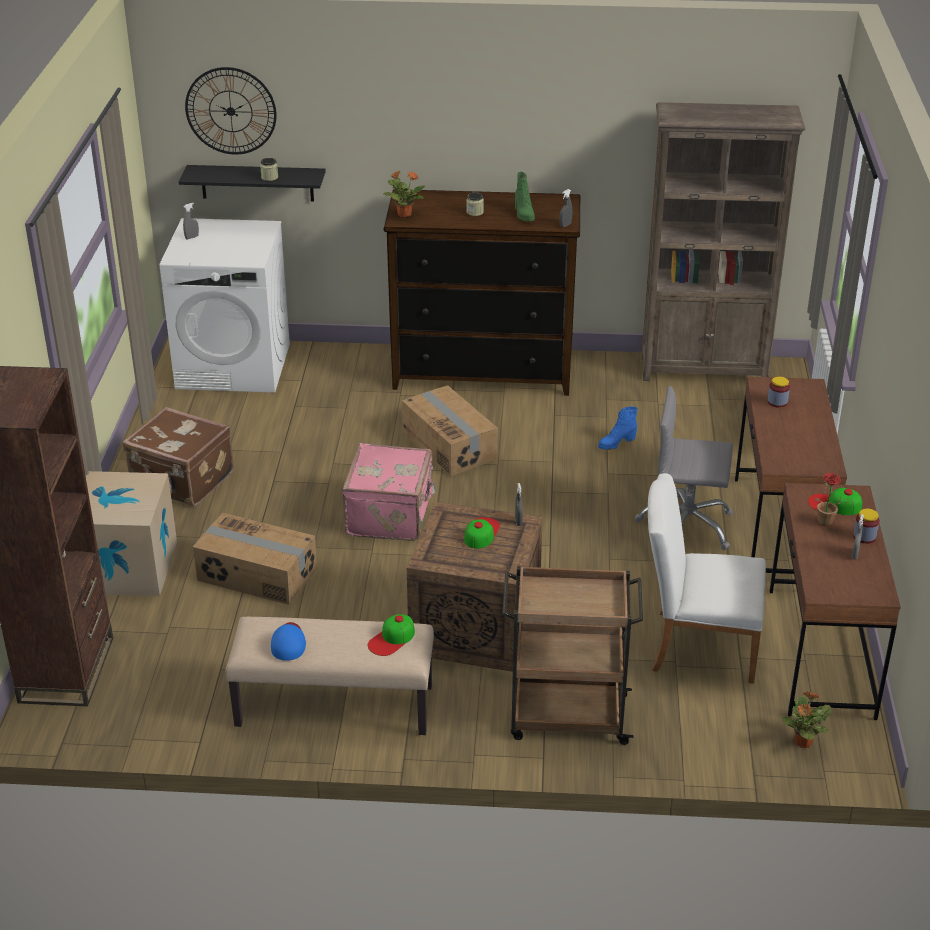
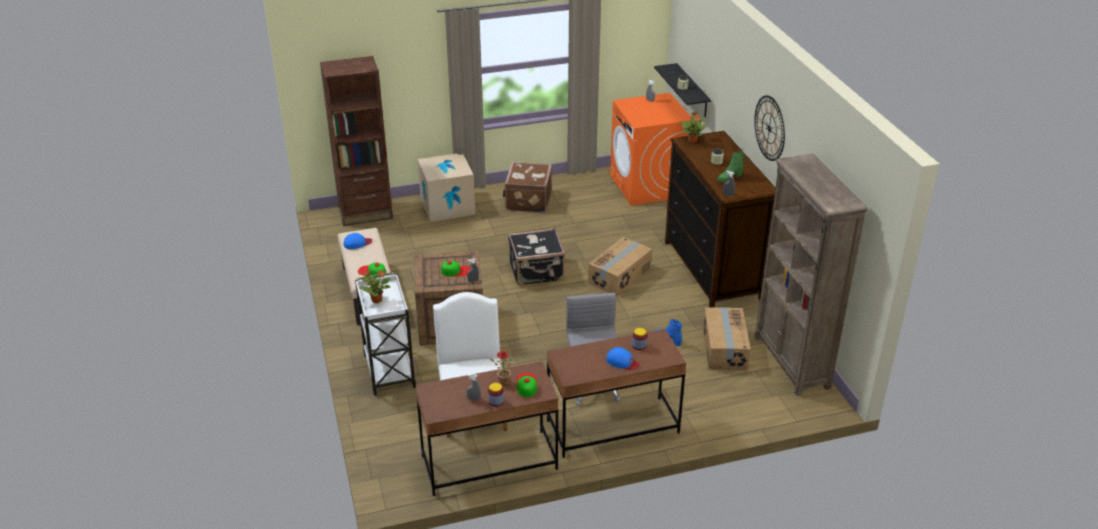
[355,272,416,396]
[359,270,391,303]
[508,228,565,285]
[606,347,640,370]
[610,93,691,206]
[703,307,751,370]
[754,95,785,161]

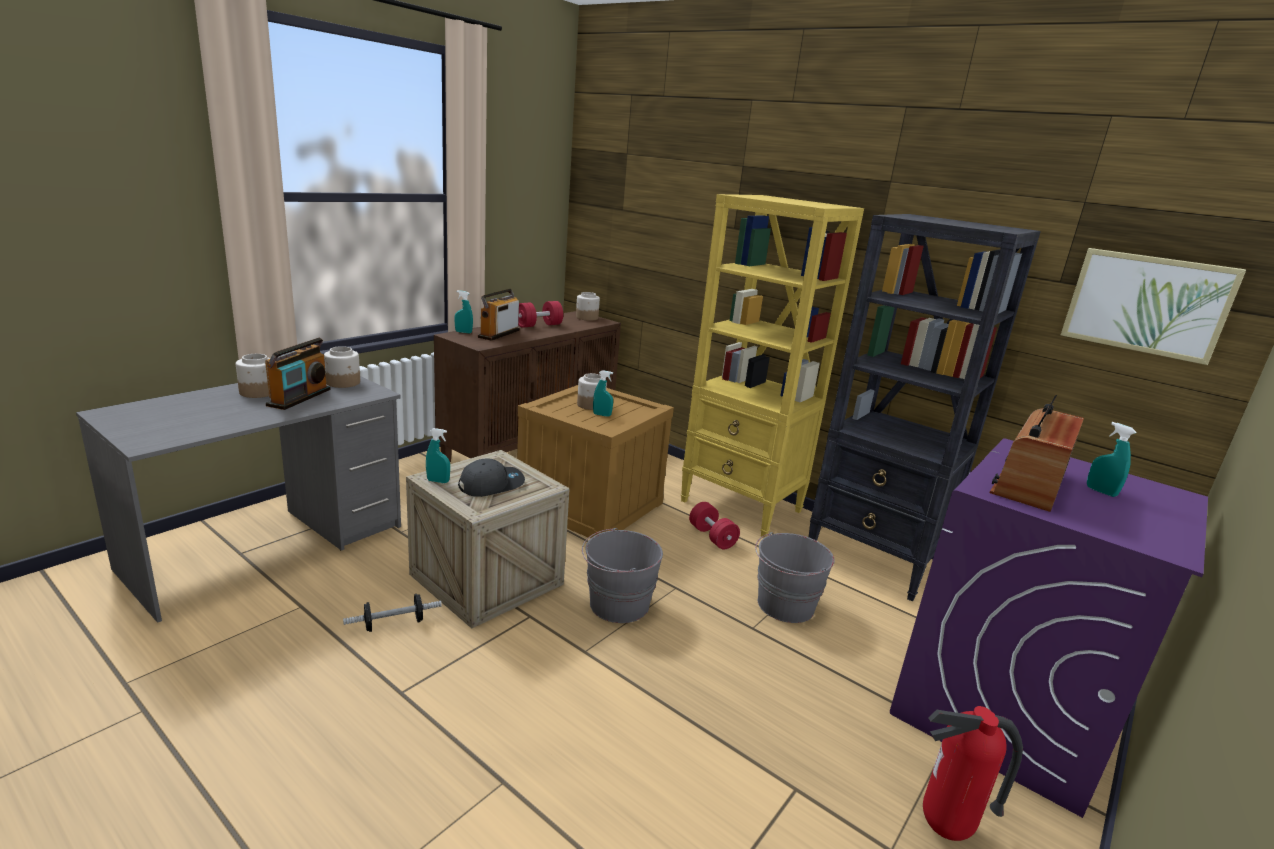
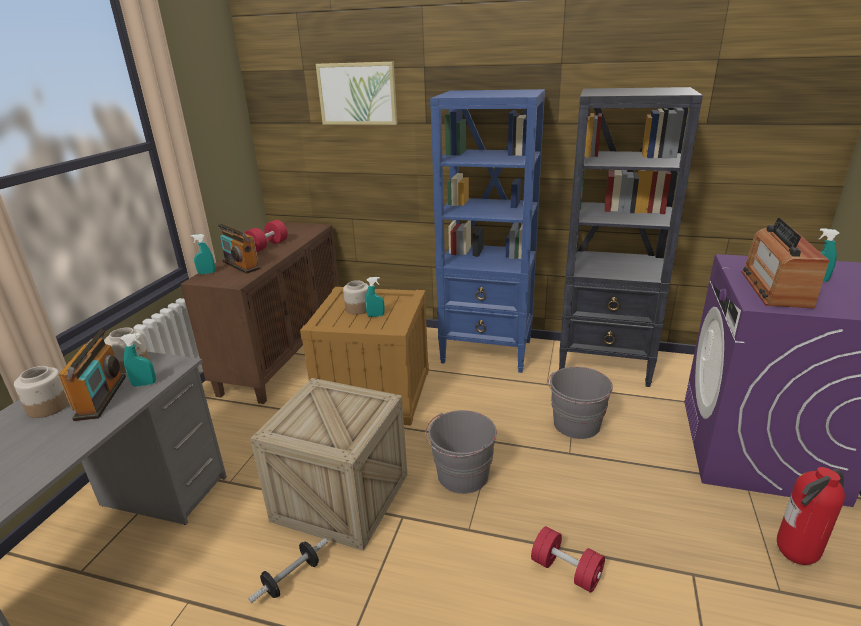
[121,333,156,387]
[218,223,260,274]
[316,62,397,125]
[430,89,545,373]
[531,526,605,593]
[458,459,525,497] (first image)
[576,292,600,321] (first image)

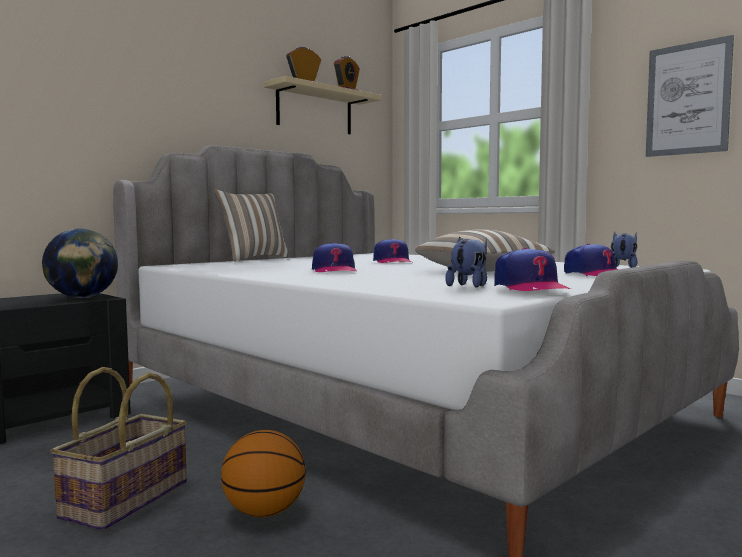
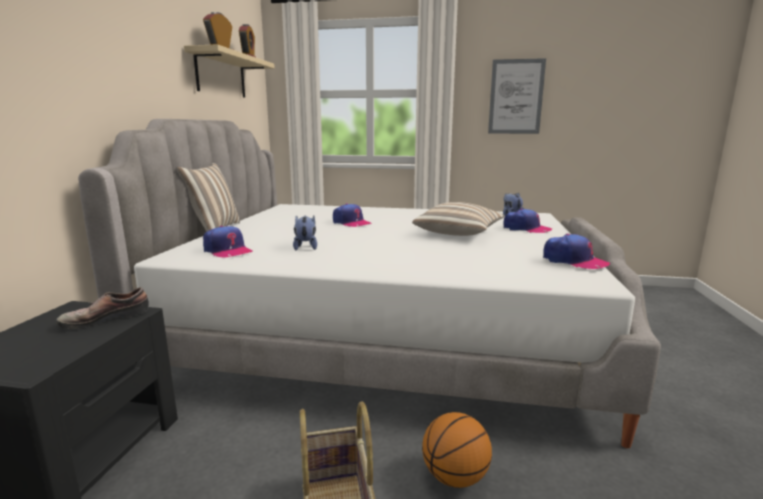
[56,287,149,329]
[203,226,252,258]
[293,216,317,250]

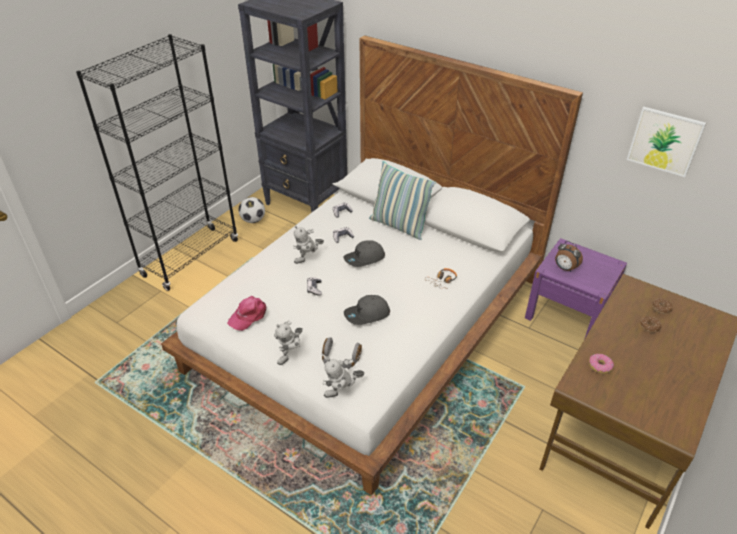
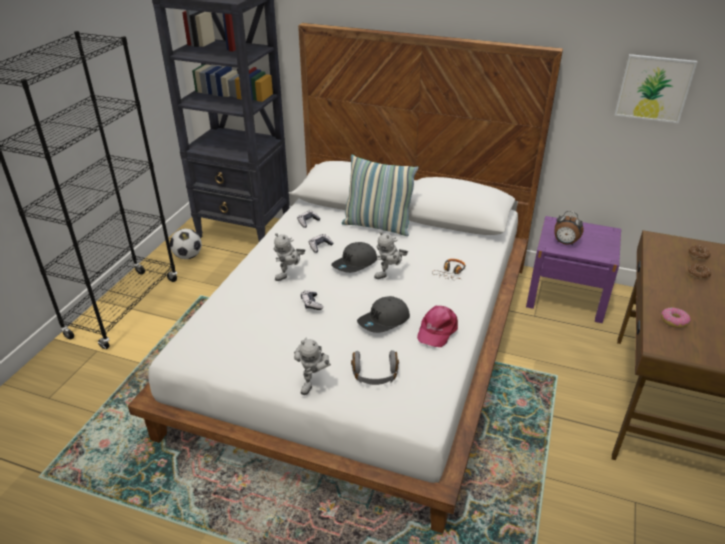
[374,232,408,279]
[417,306,458,347]

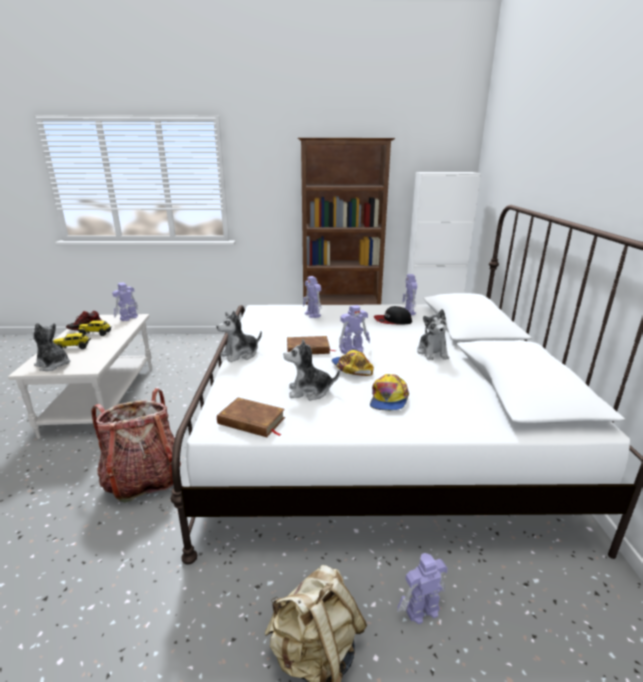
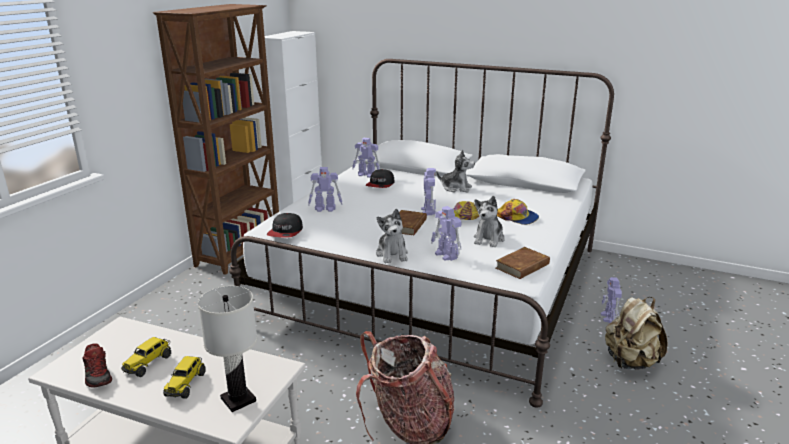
[198,286,257,412]
[267,213,303,238]
[431,206,461,261]

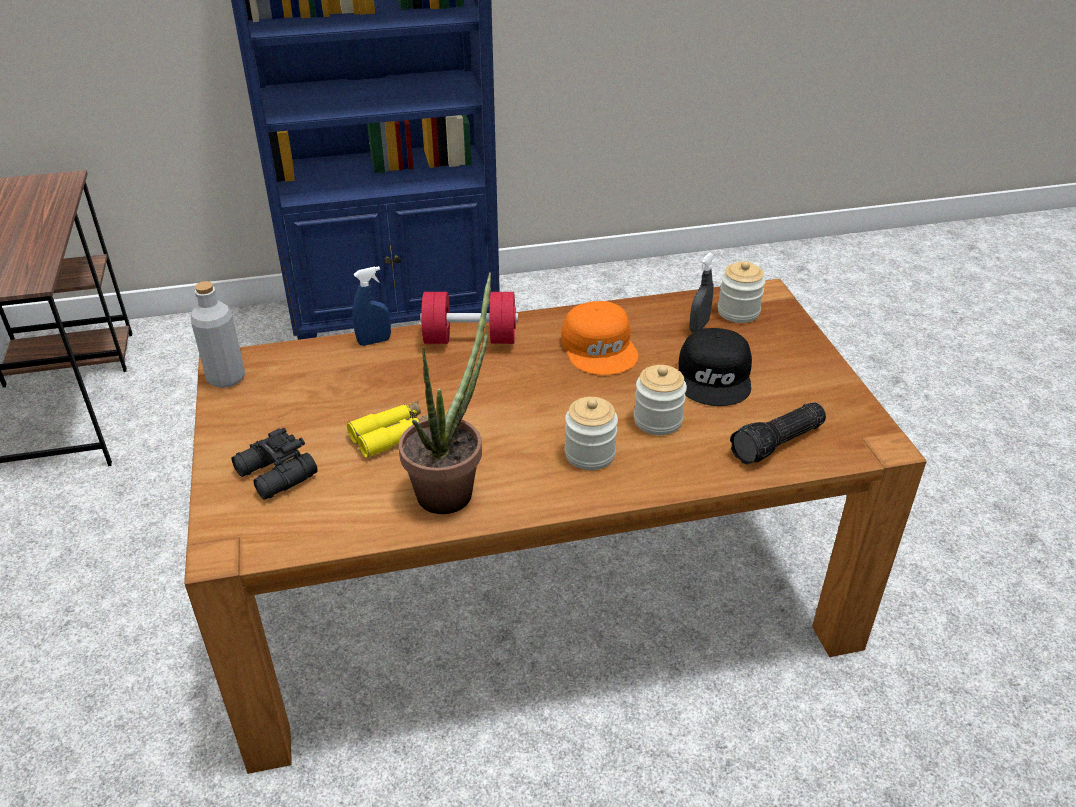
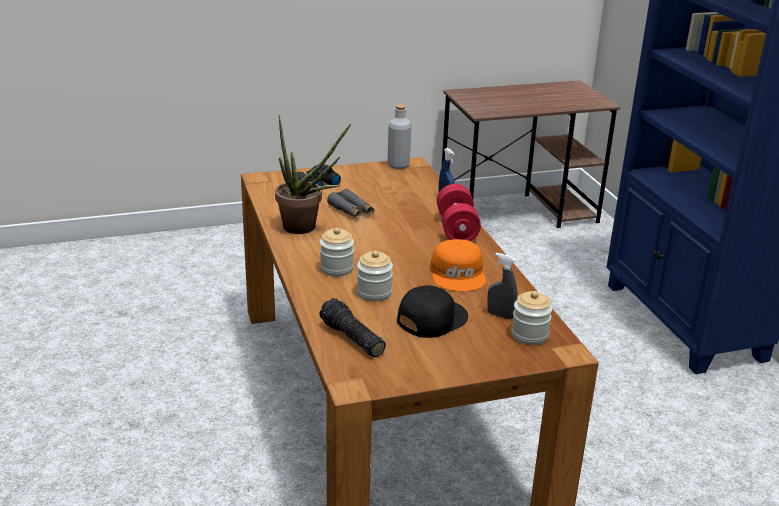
[327,189,375,218]
[397,285,468,338]
[431,239,486,292]

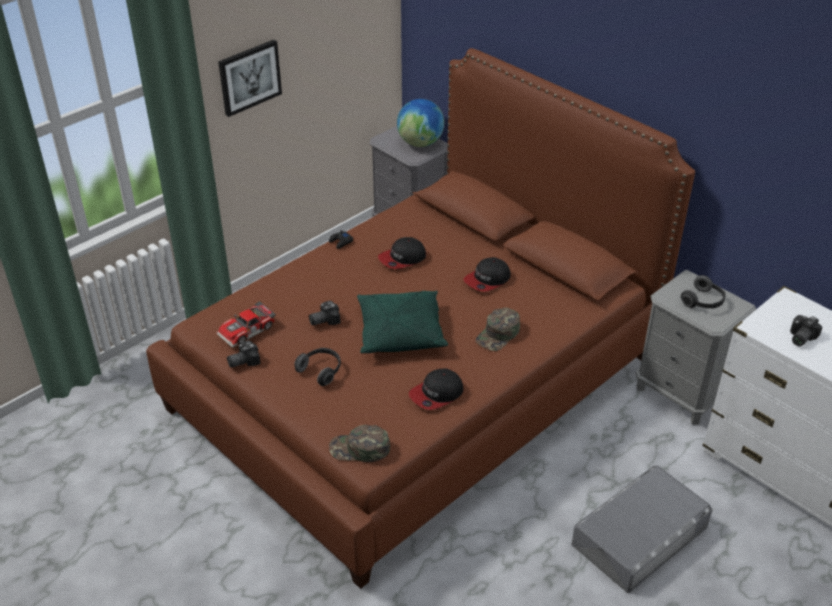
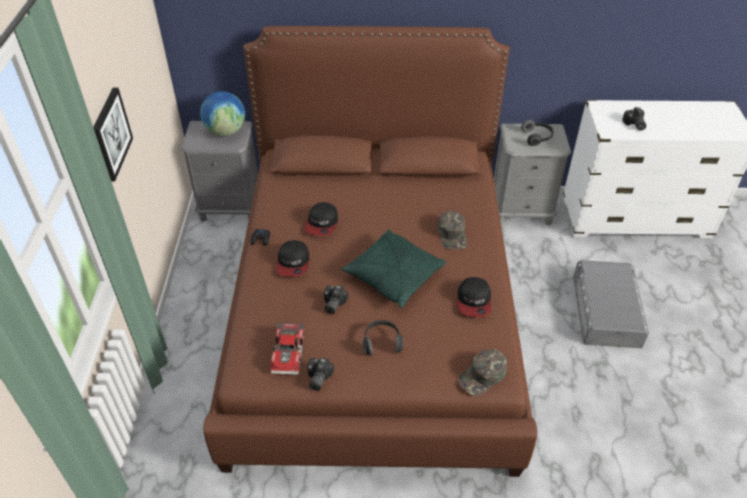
[276,240,309,277]

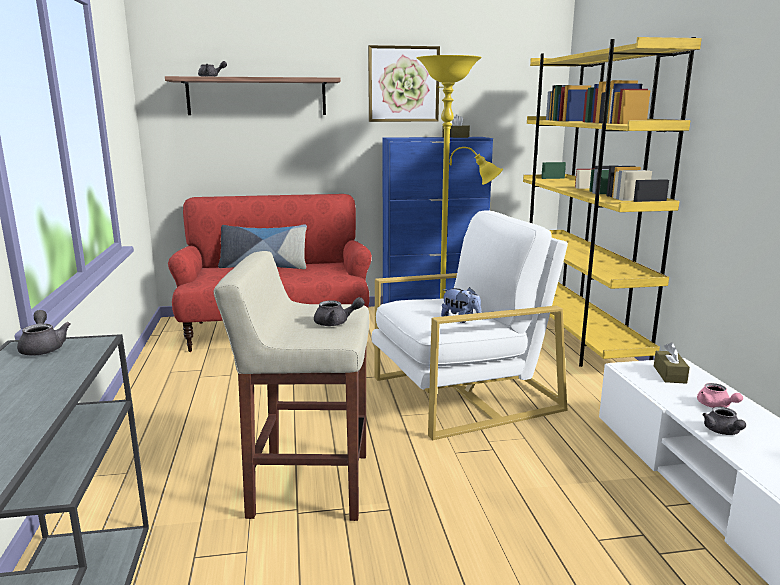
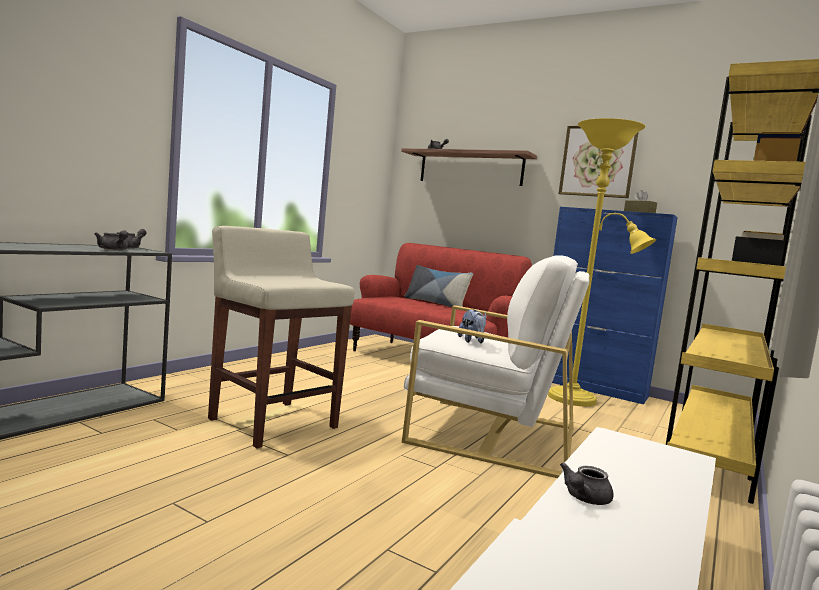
[95,230,128,251]
[654,342,690,384] (first image)
[697,383,743,408] (first image)

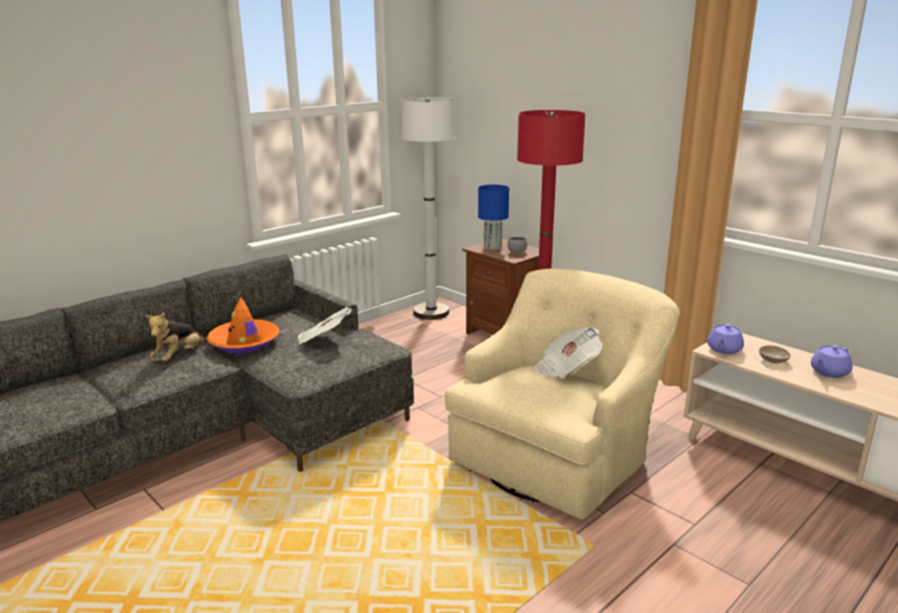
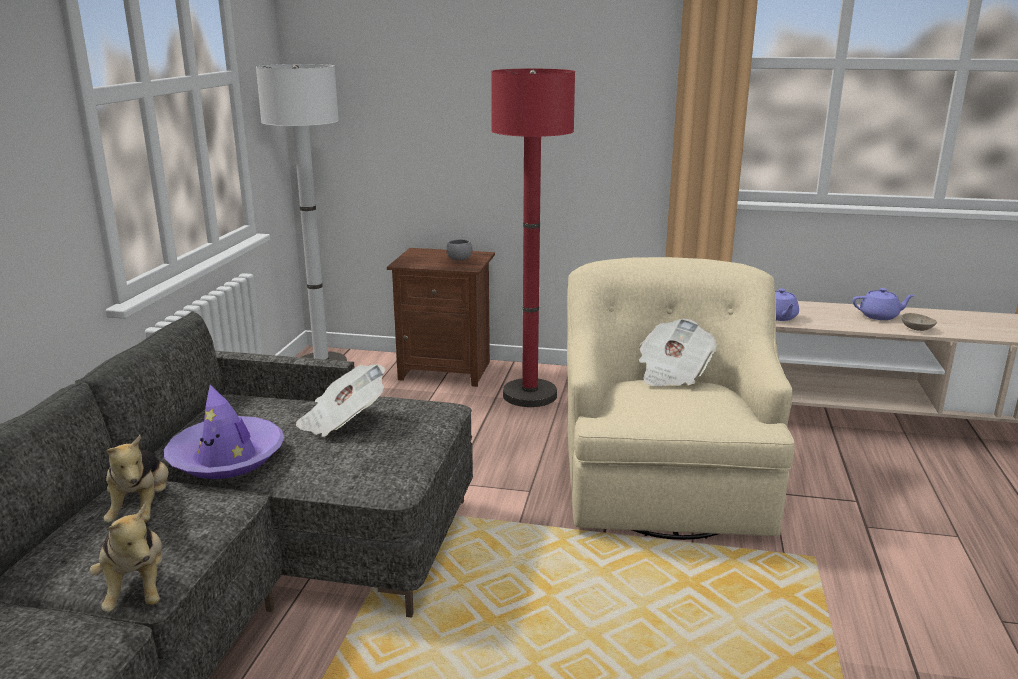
[89,503,162,612]
[164,385,285,479]
[852,288,915,320]
[901,313,937,331]
[478,185,509,250] (first image)

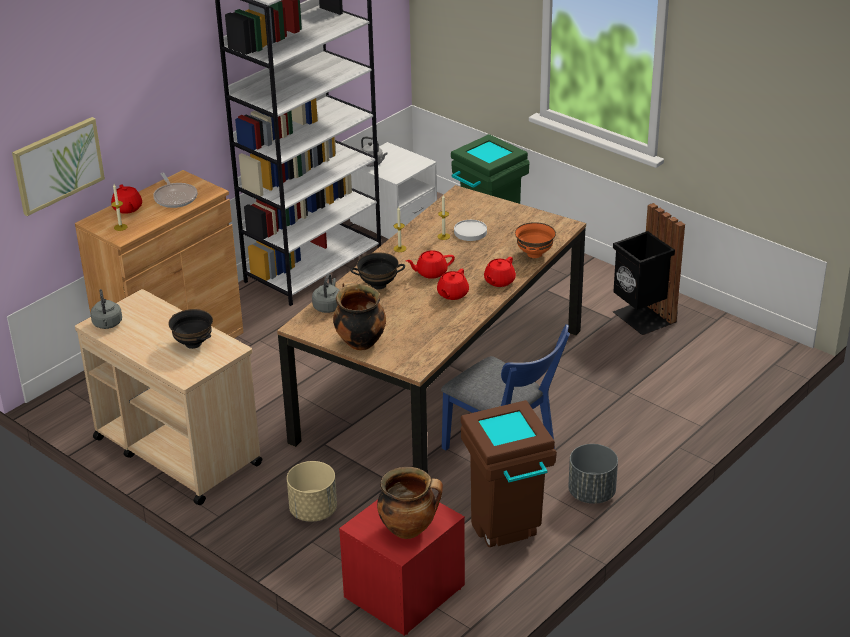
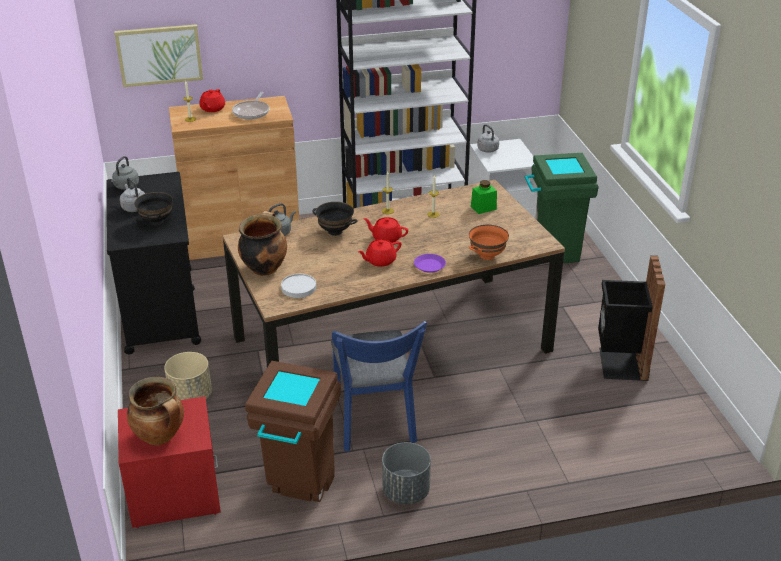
[106,172,201,354]
[120,178,145,212]
[281,274,316,298]
[414,254,446,273]
[471,180,497,214]

